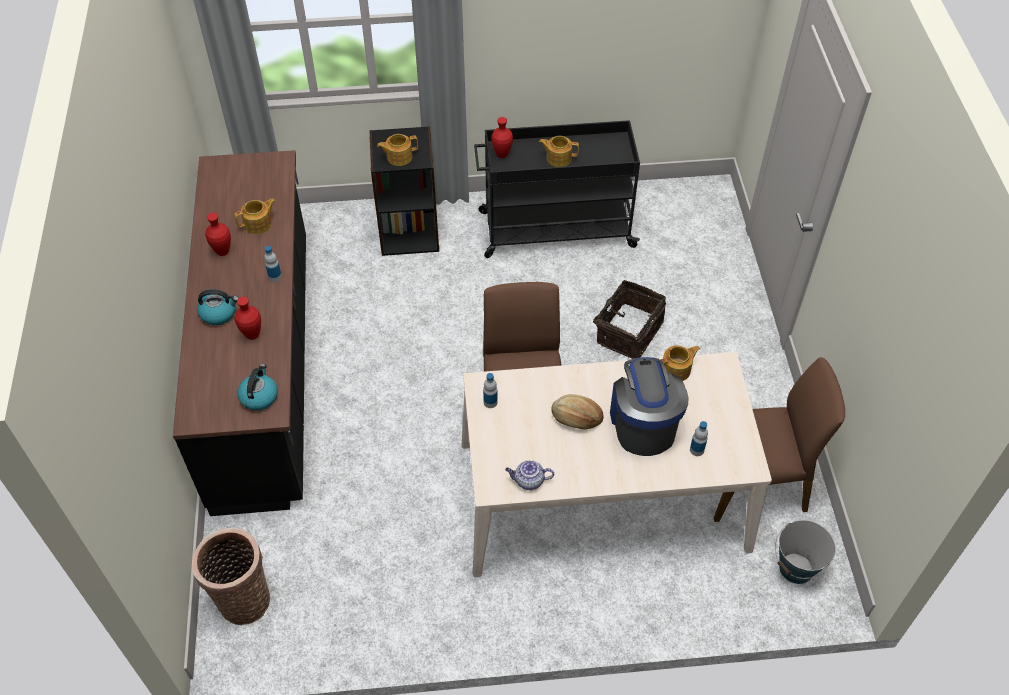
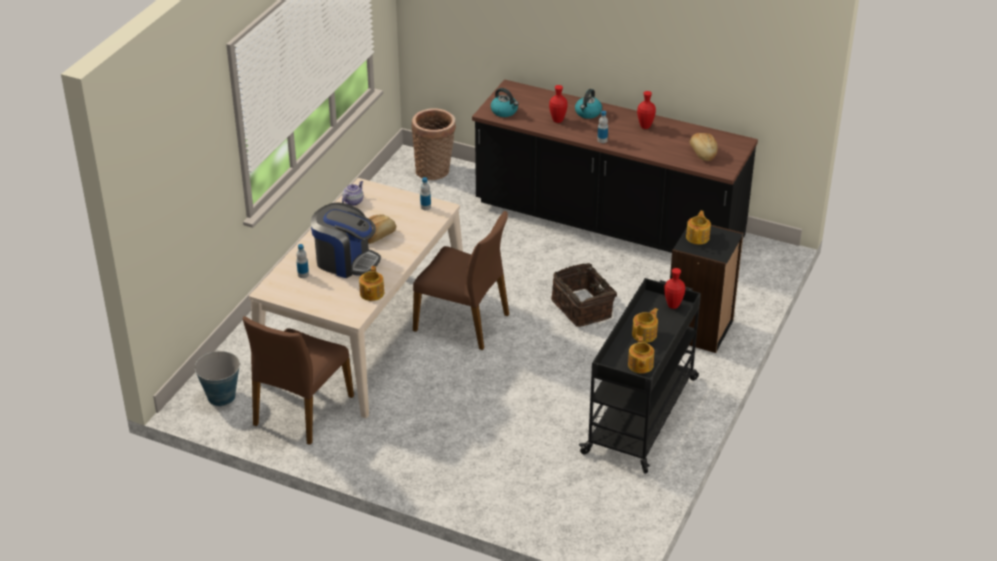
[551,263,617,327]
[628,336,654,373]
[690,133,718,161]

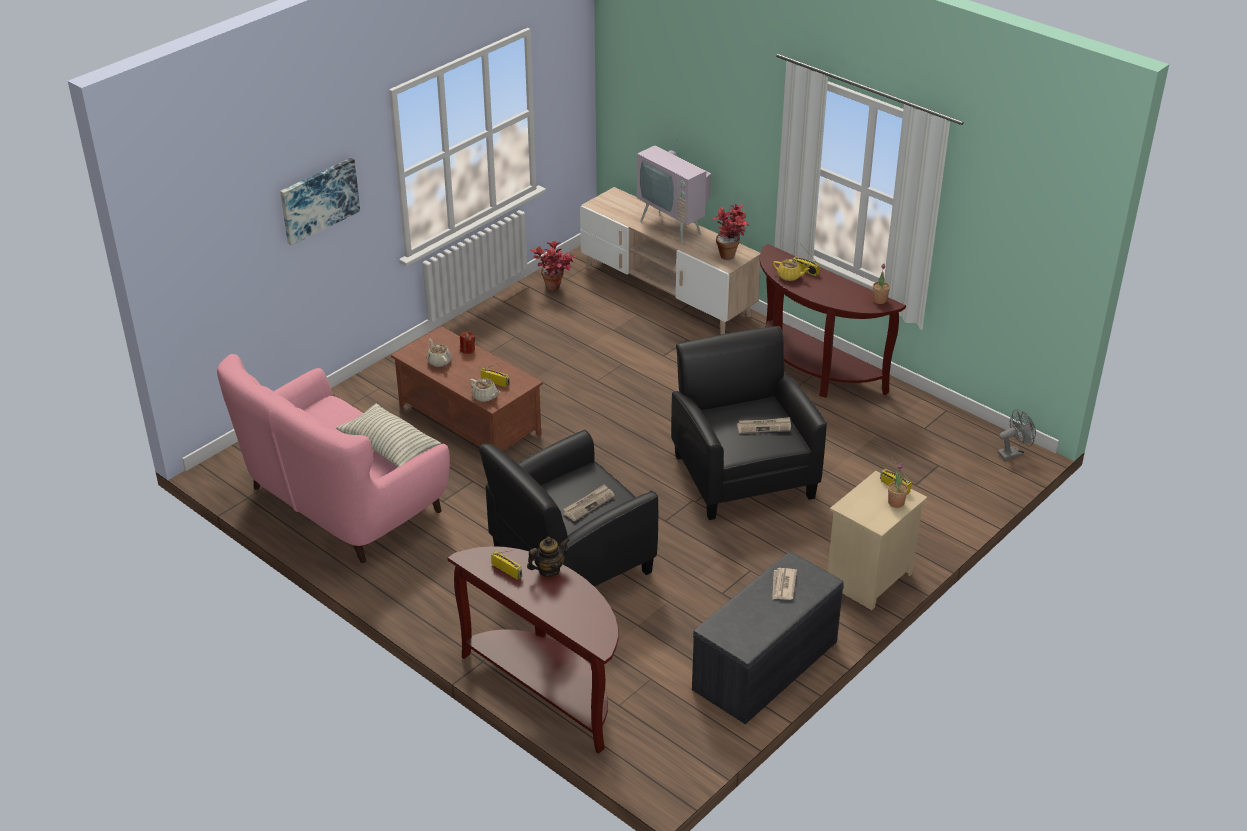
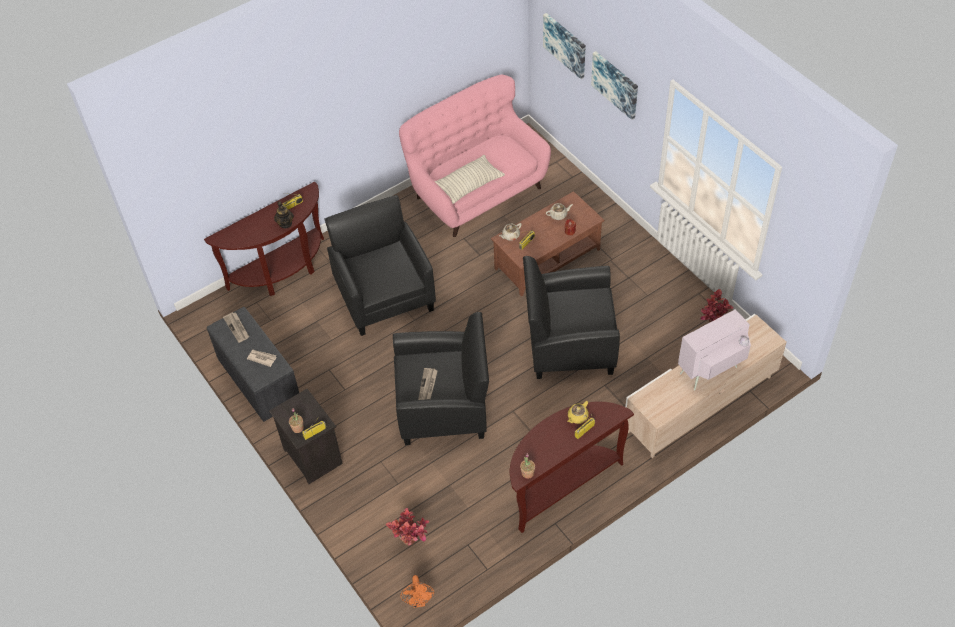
[223,312,249,343]
[269,389,343,484]
[385,508,429,546]
[401,575,434,608]
[523,256,620,379]
[543,13,586,79]

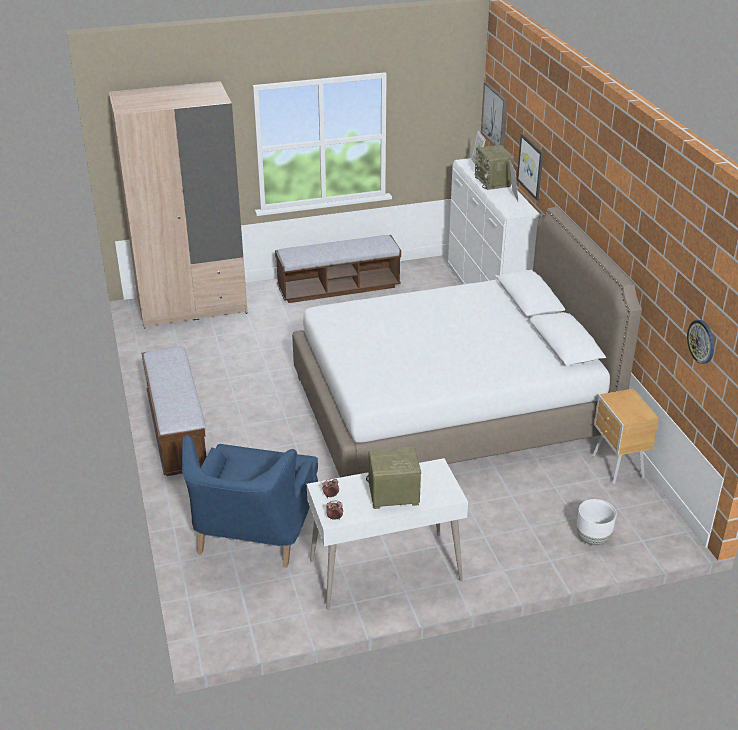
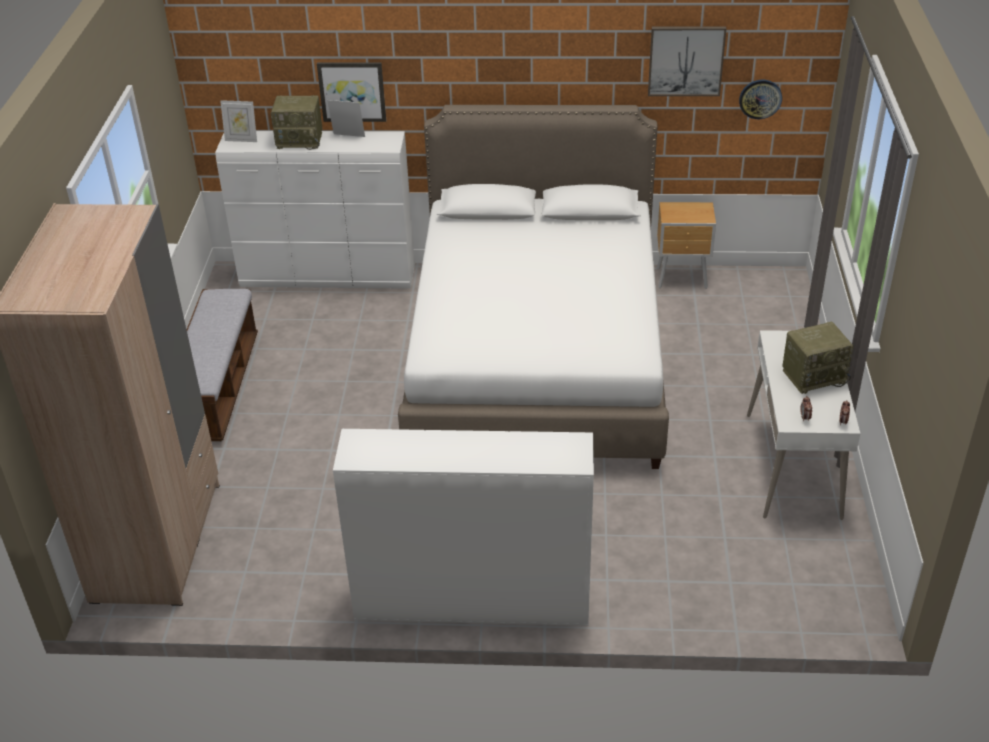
[333,429,594,626]
[648,26,726,96]
[782,322,854,394]
[182,435,318,568] (first image)
[577,499,616,545] (first image)

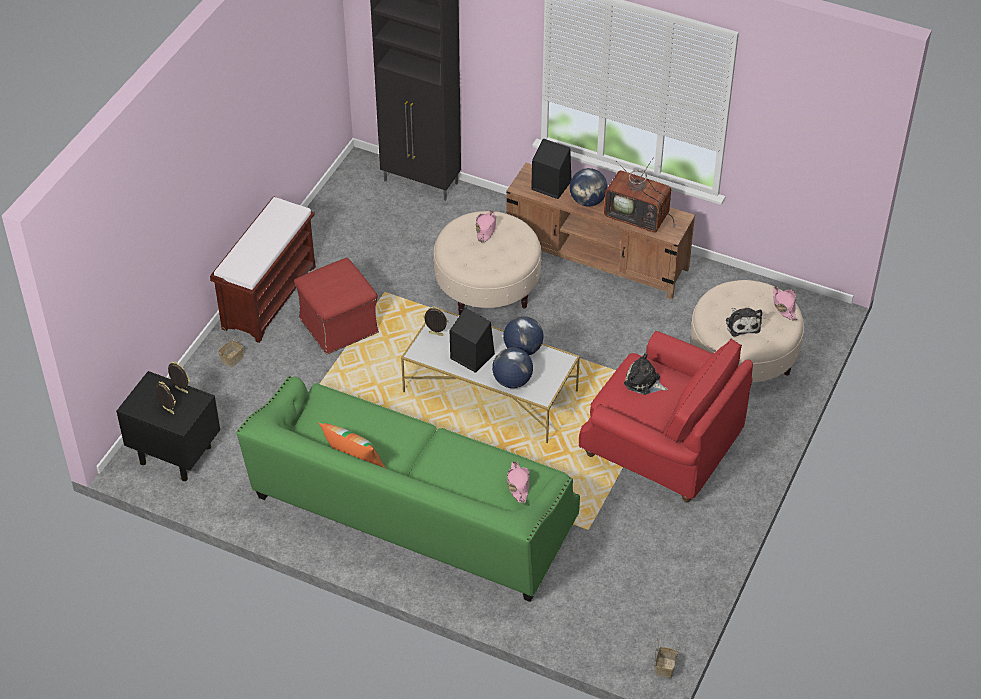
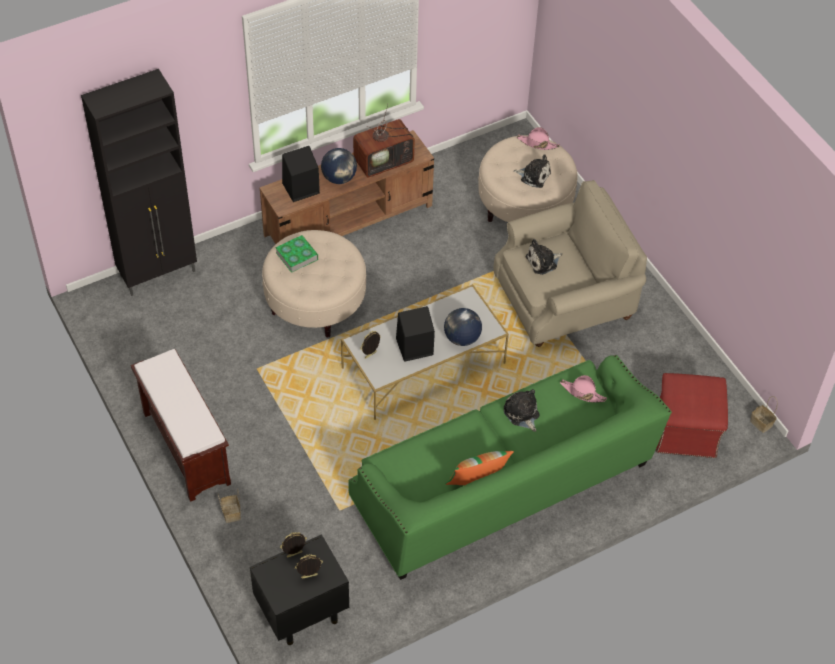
[275,235,318,273]
[493,180,647,347]
[504,389,540,432]
[656,373,728,458]
[503,316,544,355] (first image)

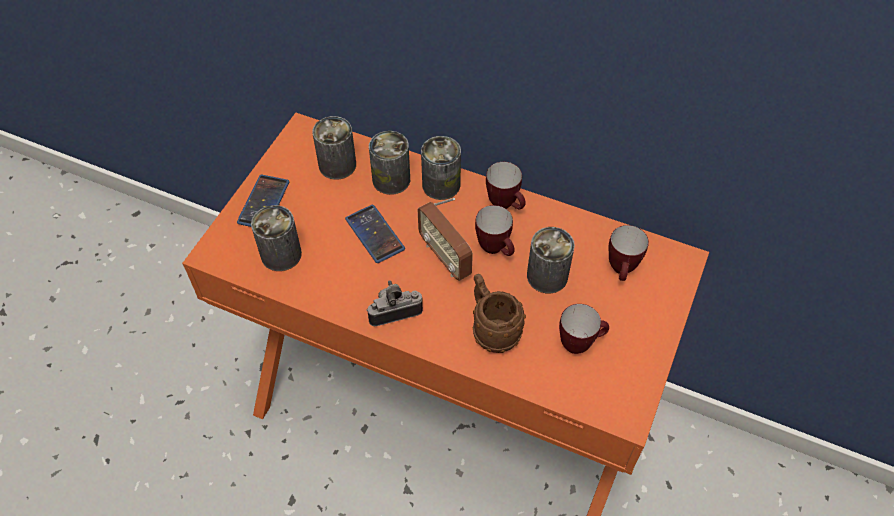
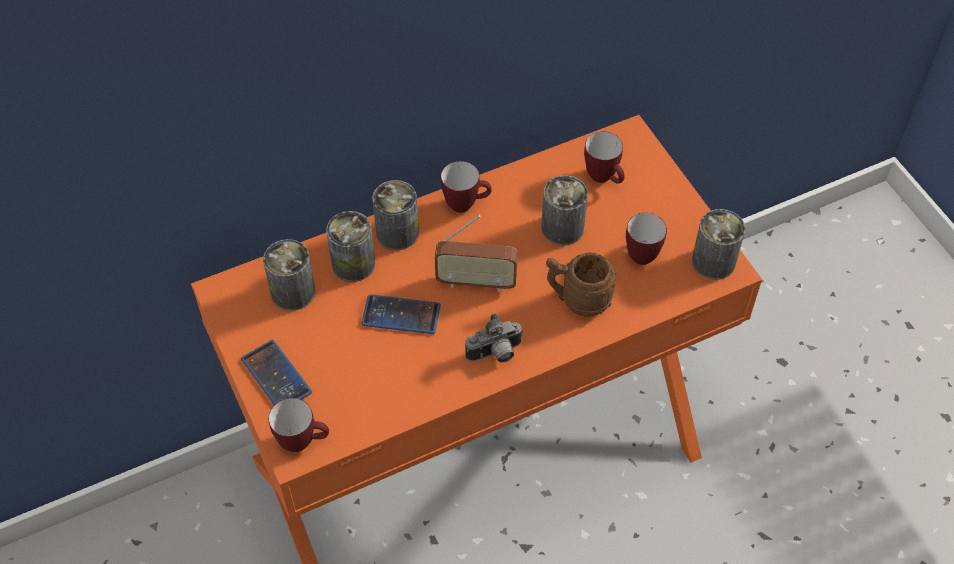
[269,398,329,452]
[465,313,523,363]
[692,209,745,280]

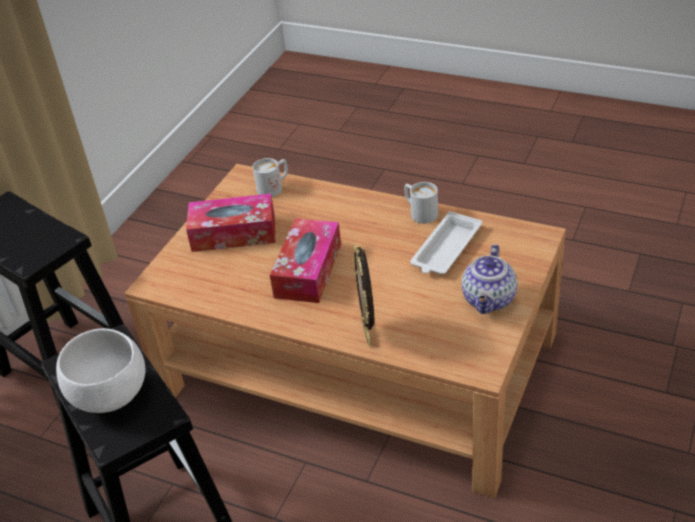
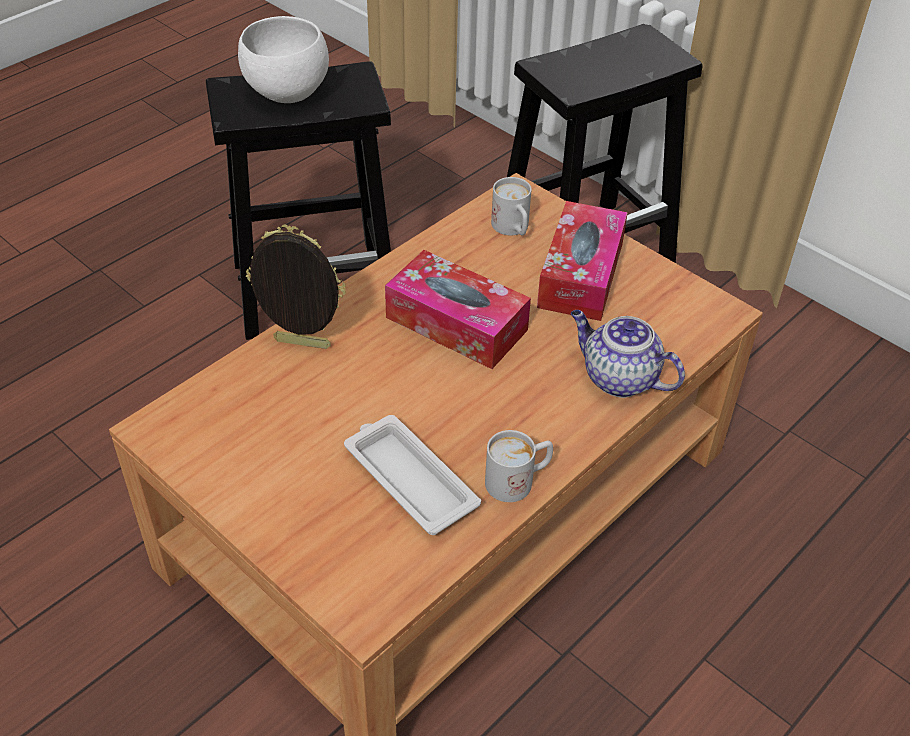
[491,177,532,235]
[571,310,685,398]

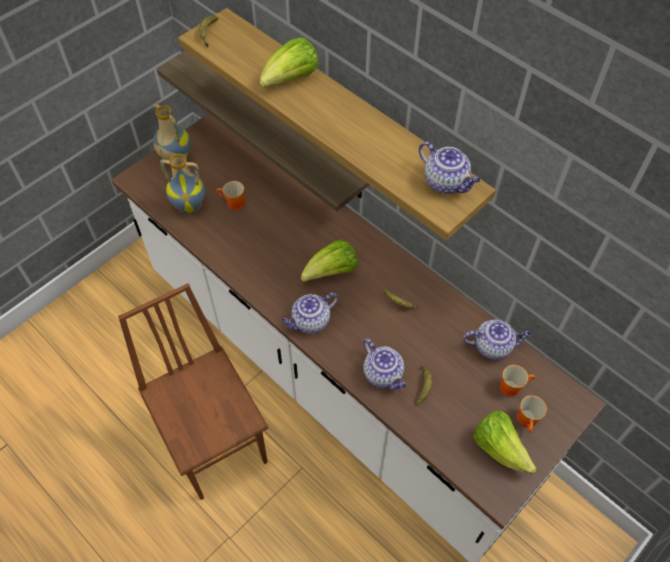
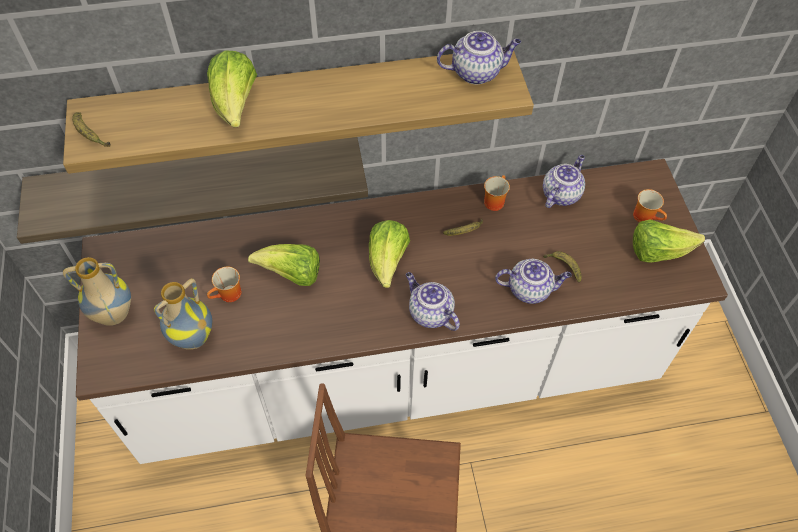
[248,244,320,286]
[406,272,460,331]
[484,175,510,211]

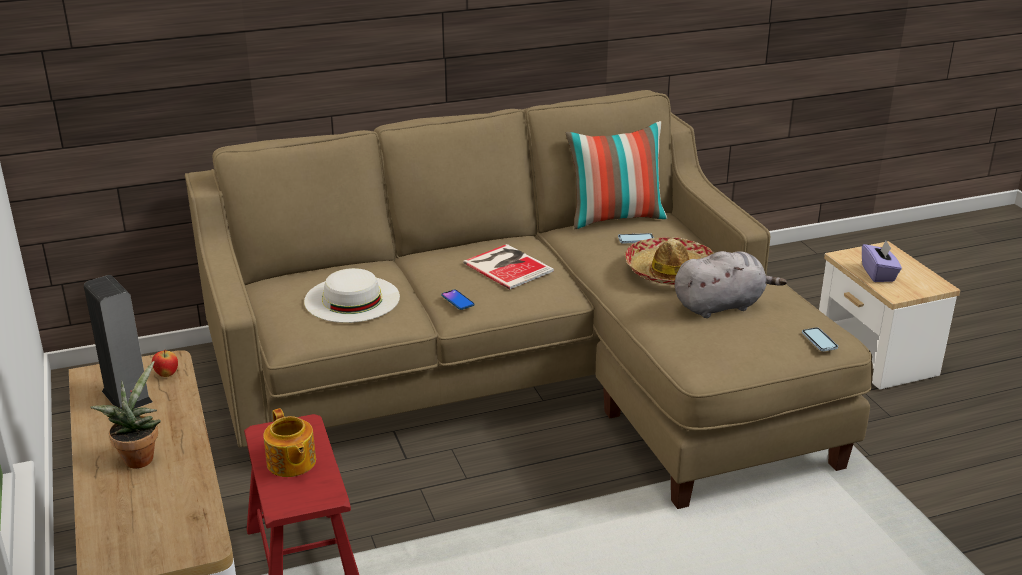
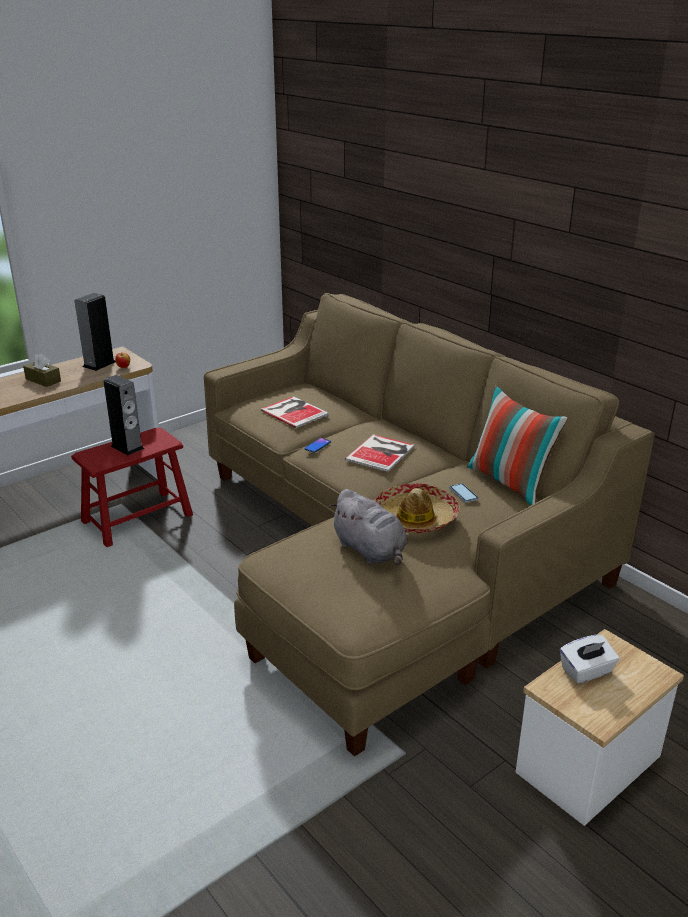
[23,353,61,387]
[104,375,144,455]
[261,396,329,428]
[560,635,620,684]
[802,327,838,351] (first image)

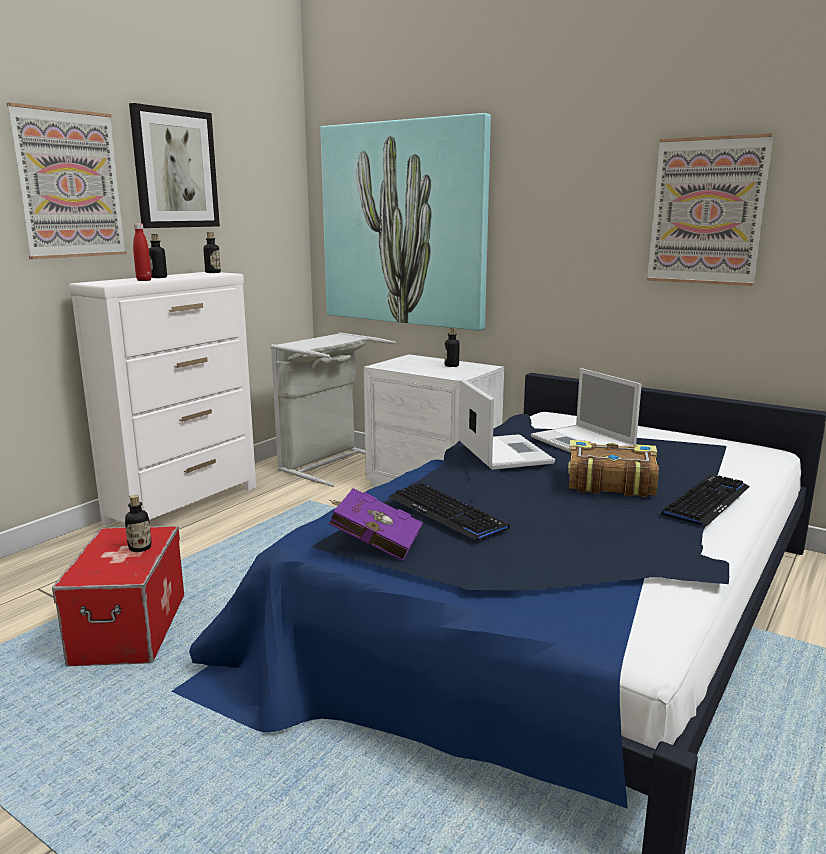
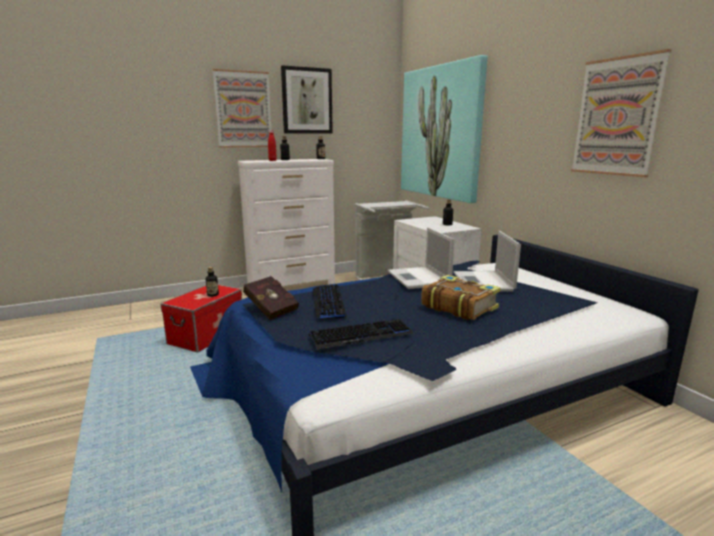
[243,276,299,320]
[309,319,414,350]
[388,227,455,289]

